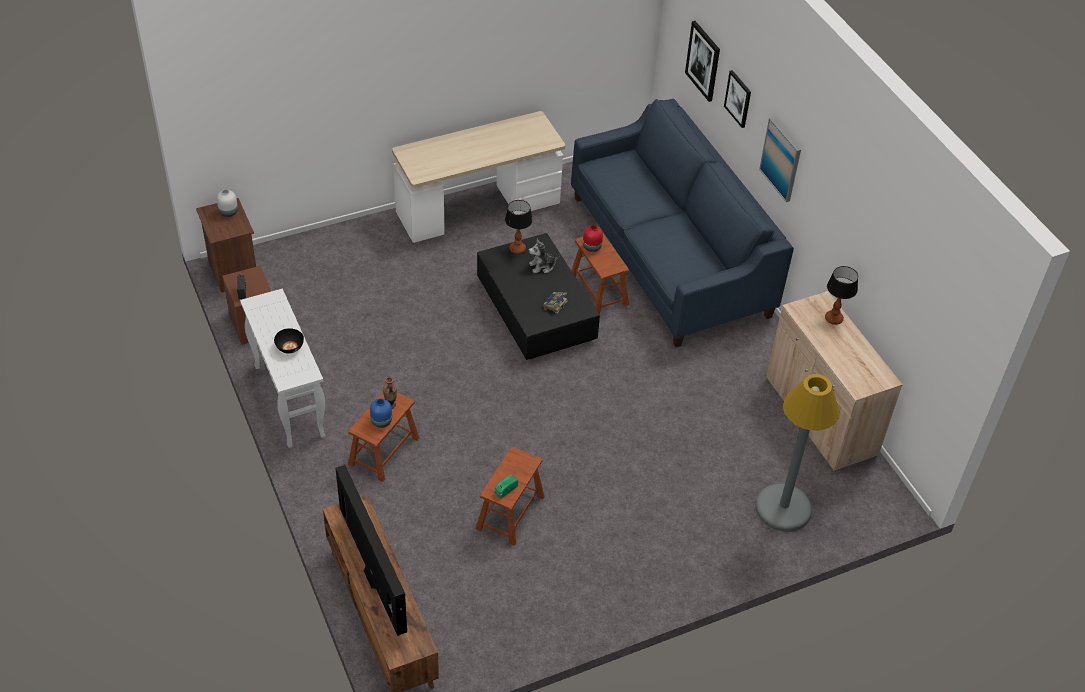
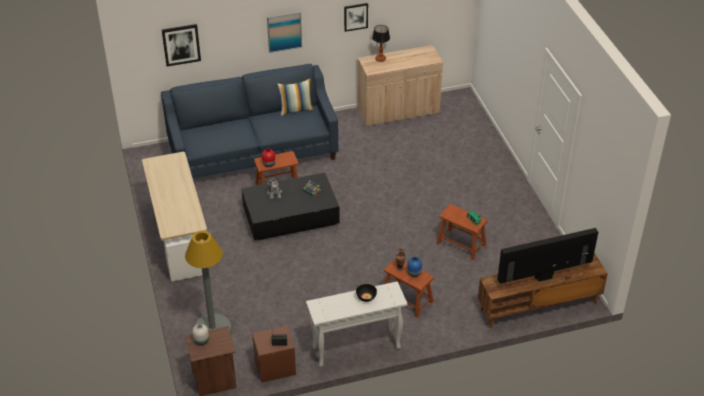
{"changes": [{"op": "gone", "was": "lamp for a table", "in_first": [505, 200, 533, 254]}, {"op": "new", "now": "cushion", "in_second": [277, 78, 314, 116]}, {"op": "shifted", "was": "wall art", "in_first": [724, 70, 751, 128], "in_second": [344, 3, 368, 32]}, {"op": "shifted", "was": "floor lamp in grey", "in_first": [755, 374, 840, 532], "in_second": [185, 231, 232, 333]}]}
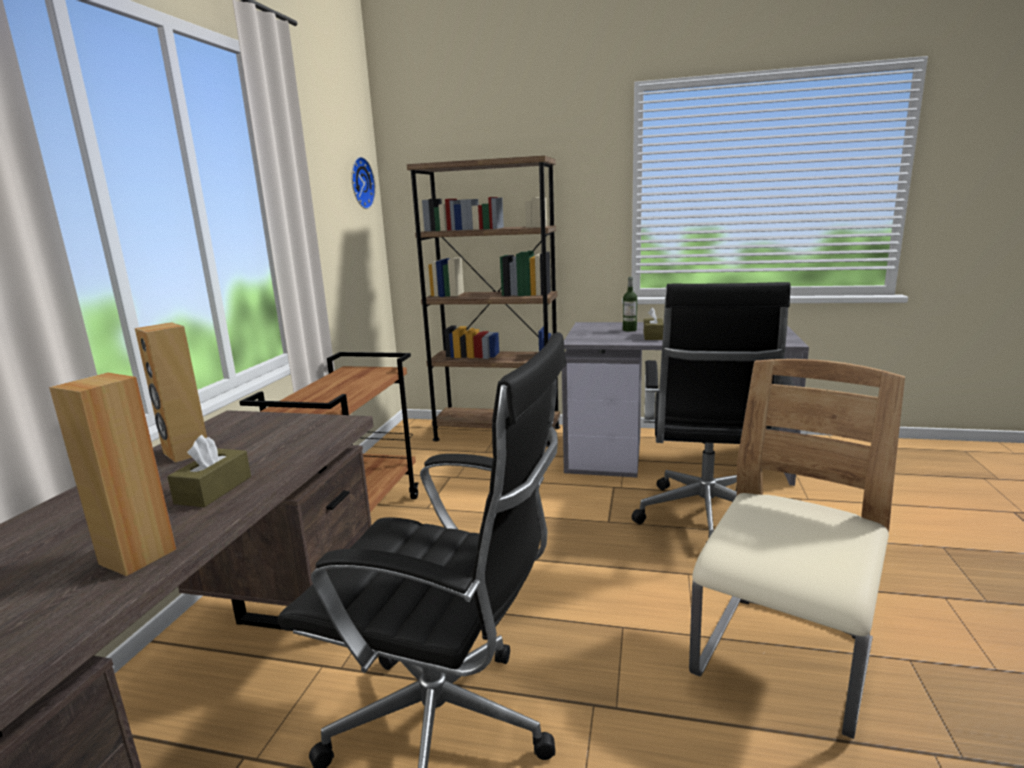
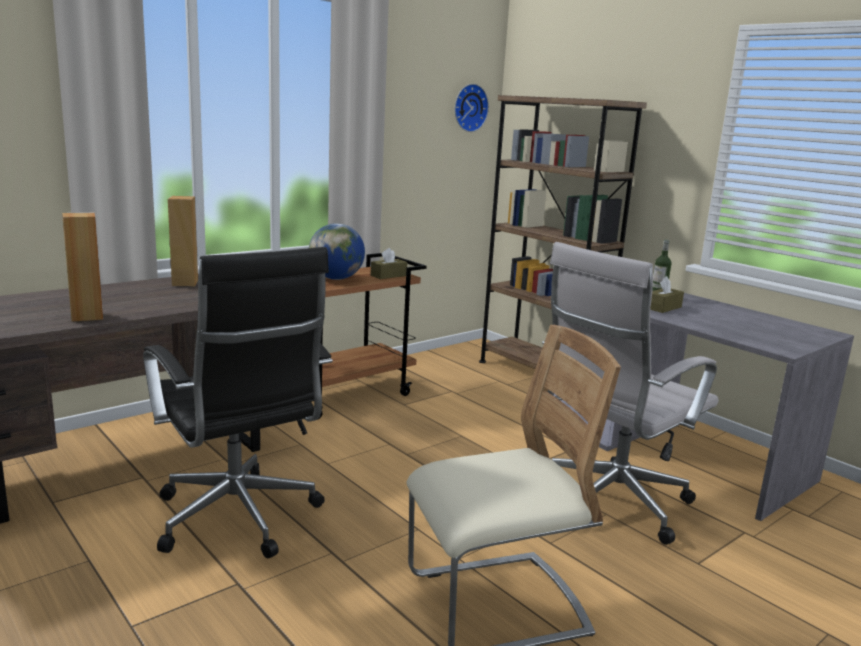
{"changes": [{"op": "new", "now": "desk globe", "in_second": [309, 223, 365, 280]}, {"op": "shifted", "was": "tissue box in brownish", "in_first": [167, 435, 251, 507], "in_second": [371, 248, 407, 279]}, {"op": "repainted", "was": "office chair in black-coloured", "now": "office chair in white-coloured", "in_first": [632, 282, 794, 539], "in_second": [542, 242, 718, 545]}]}
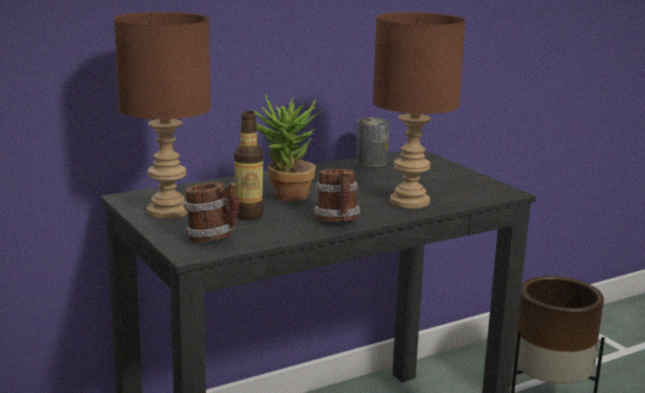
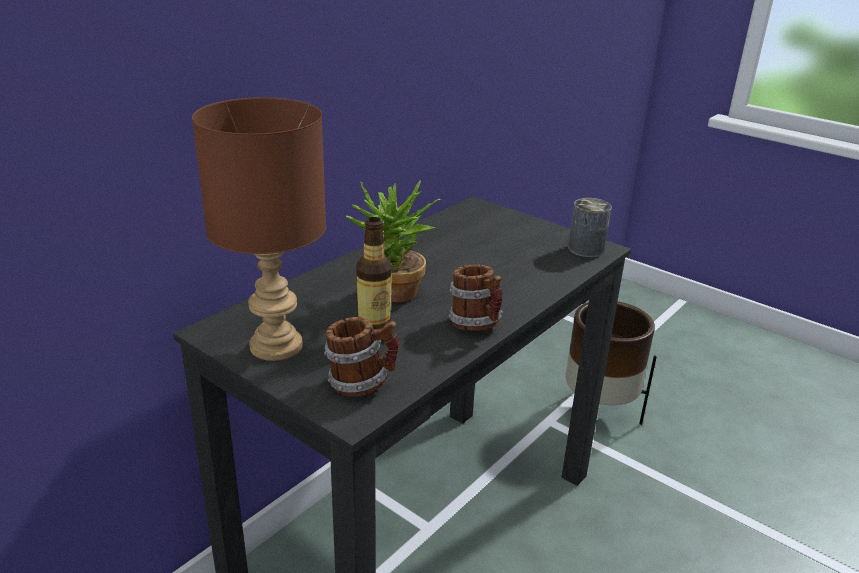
{"changes": [{"op": "gone", "was": "lamp for a table in brownish", "in_first": [372, 12, 466, 209]}, {"op": "shifted", "was": "metal can", "in_first": [356, 118, 389, 167], "in_second": [568, 198, 612, 258]}]}
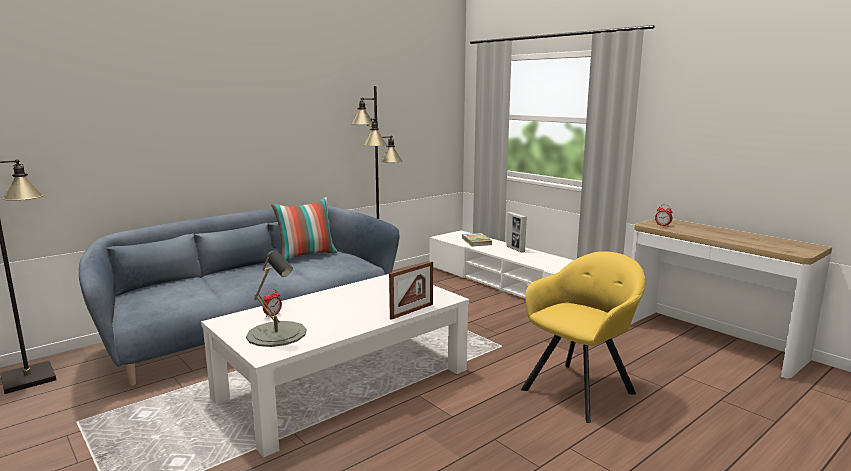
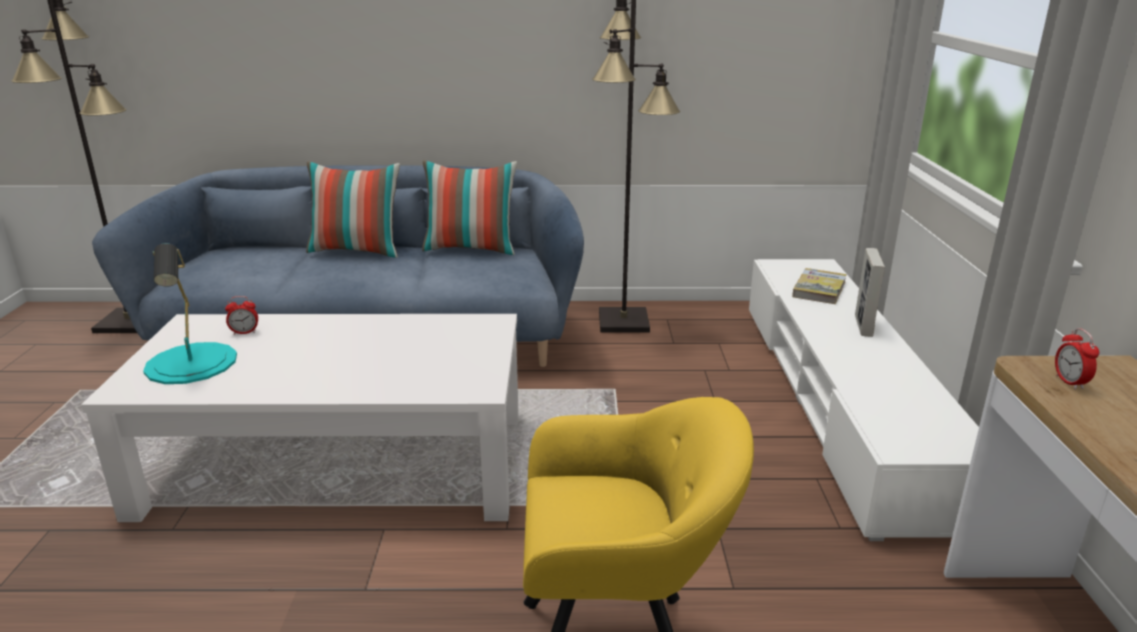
{"changes": [{"op": "gone", "was": "standing frame", "in_first": [389, 261, 433, 320]}, {"op": "new", "now": "cushion", "in_second": [306, 161, 400, 258]}, {"op": "repainted", "was": "lamp for a table in grey", "now": "lamp for a table in turquoise", "in_first": [246, 250, 307, 347], "in_second": [143, 243, 237, 384]}]}
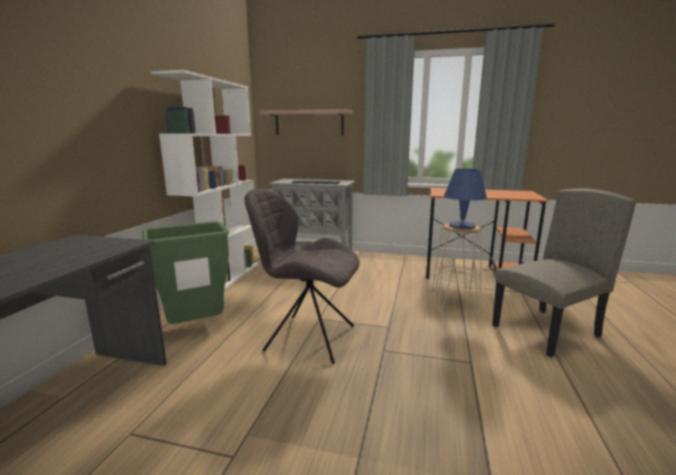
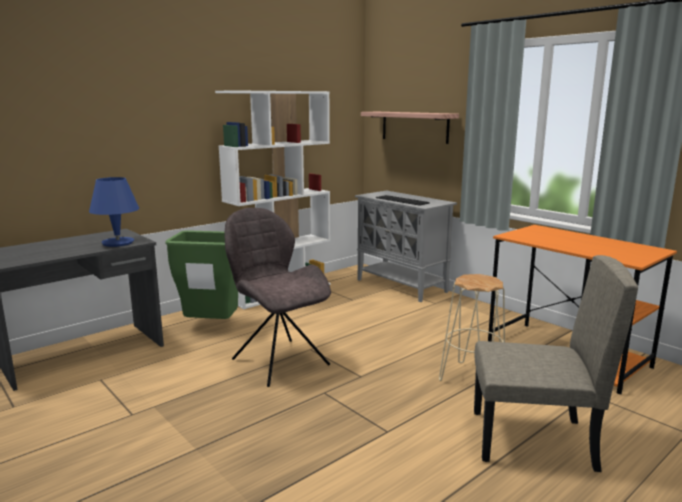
{"changes": [{"op": "shifted", "was": "lamp for a table in blue-coloured", "in_first": [444, 169, 487, 229], "in_second": [89, 177, 139, 247]}]}
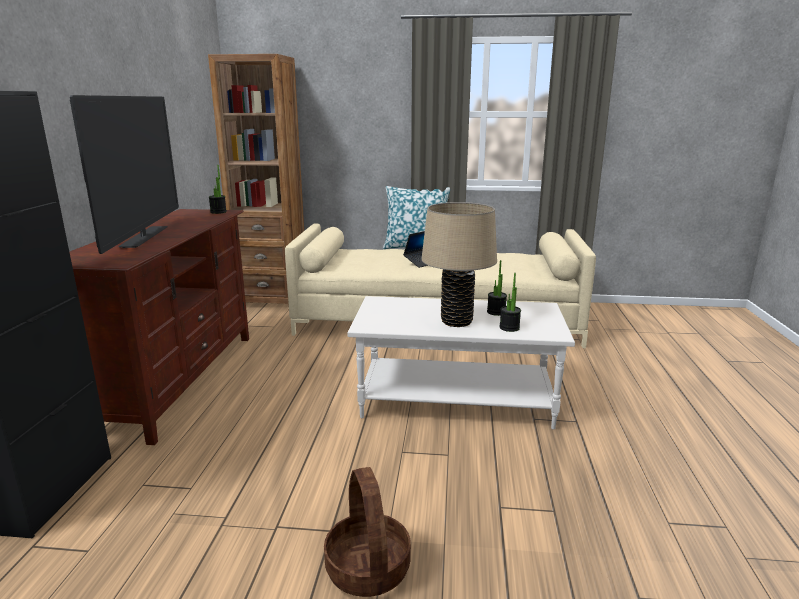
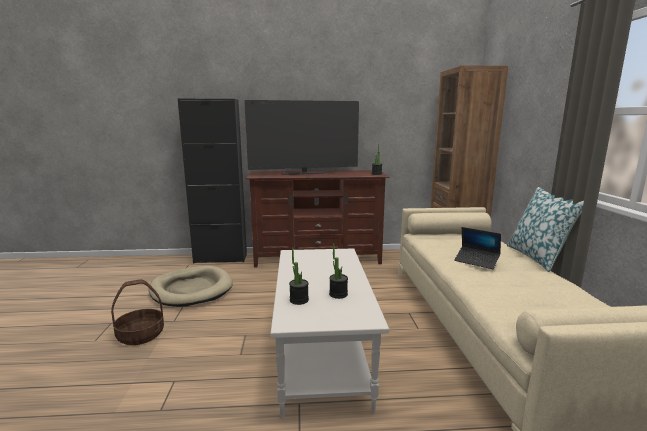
{"changes": [{"op": "gone", "was": "lamp for a table in beige-coloured", "in_first": [421, 202, 497, 327]}, {"op": "new", "now": "dog bed in beige-coloured", "in_second": [149, 266, 233, 307]}]}
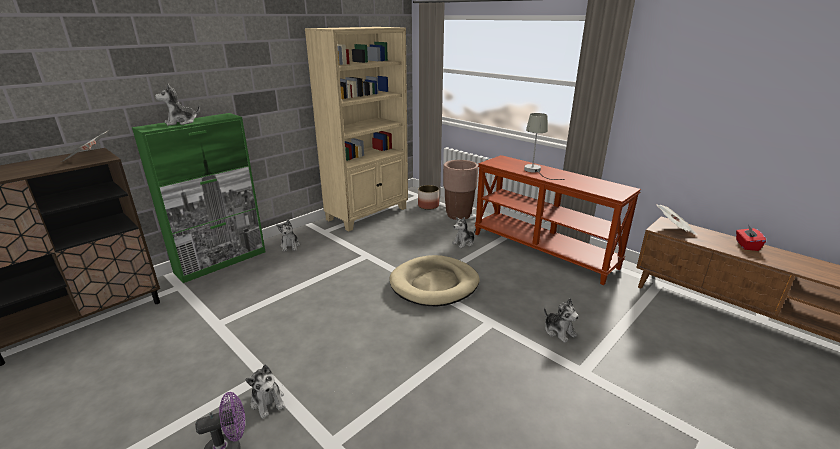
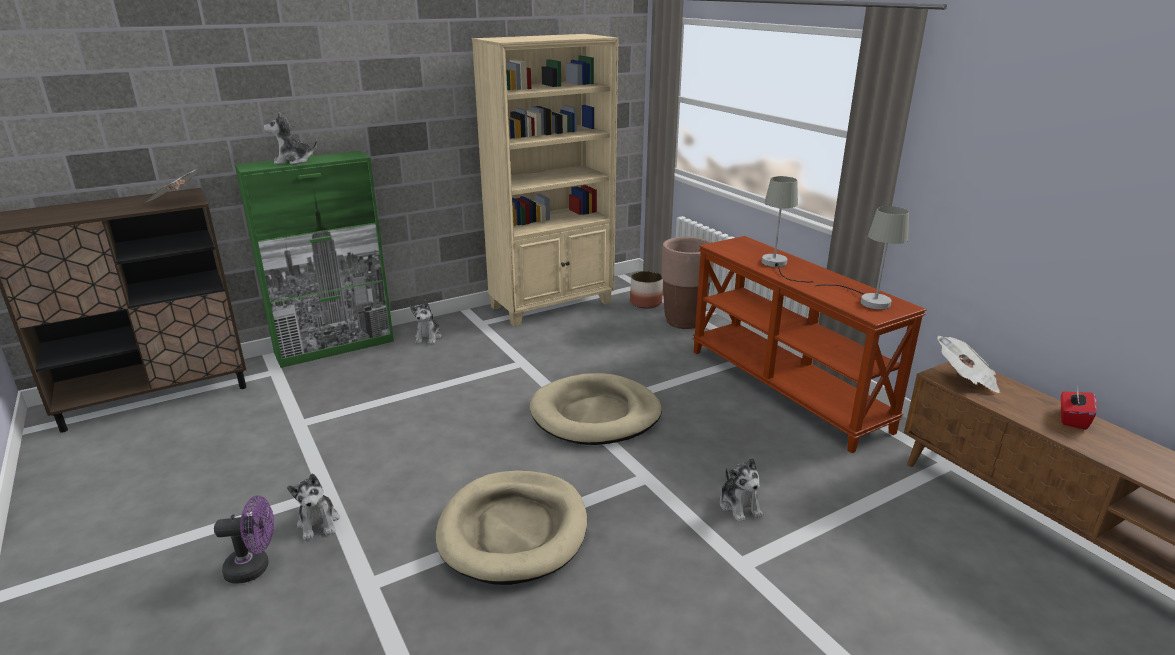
{"changes": [{"op": "gone", "was": "soft toy", "in_first": [452, 217, 476, 248]}, {"op": "new", "now": "dog bed in beige-coloured", "in_second": [436, 471, 587, 585]}, {"op": "new", "now": "lamp for a table in grey", "in_second": [814, 206, 909, 310]}]}
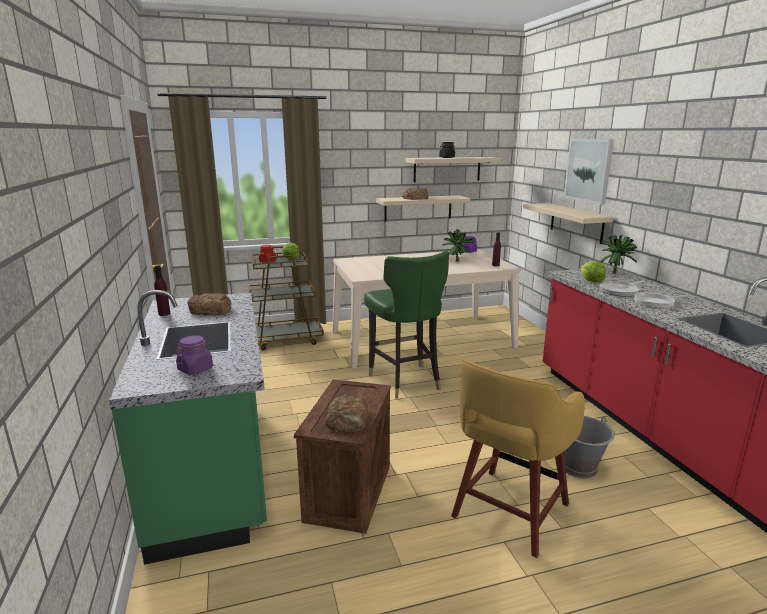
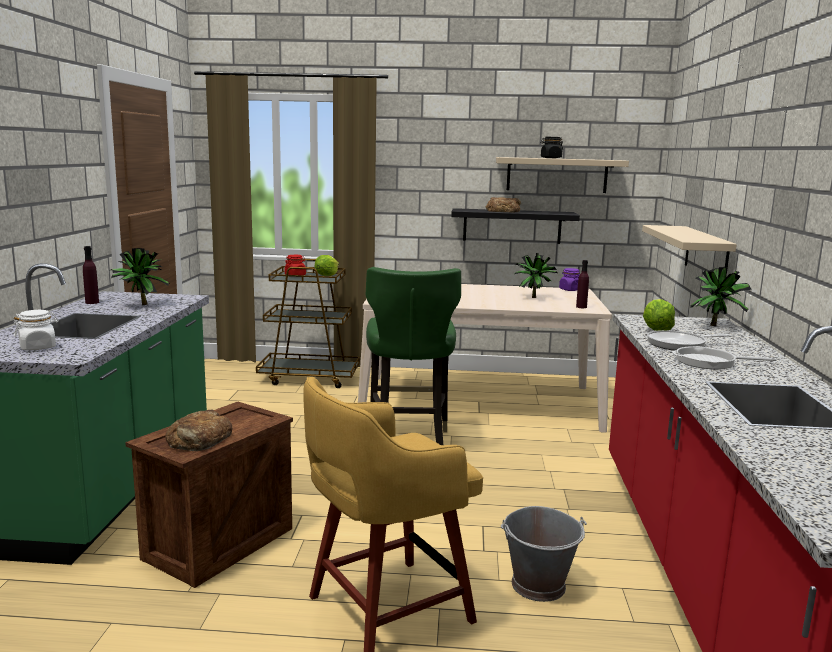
{"changes": [{"op": "gone", "was": "wall art", "in_first": [564, 139, 614, 205]}, {"op": "swapped", "was": "bread", "now": "houseplant", "in_first": [187, 293, 232, 315], "in_second": [111, 248, 169, 305]}, {"op": "repainted", "was": "storage jar in purple-coloured", "now": "storage jar in white-coloured", "in_first": [176, 335, 213, 375], "in_second": [14, 310, 59, 350]}, {"op": "repainted", "was": "wall shelf in beige-coloured", "now": "wall shelf in black-coloured", "in_first": [376, 195, 470, 222], "in_second": [451, 208, 580, 244]}]}
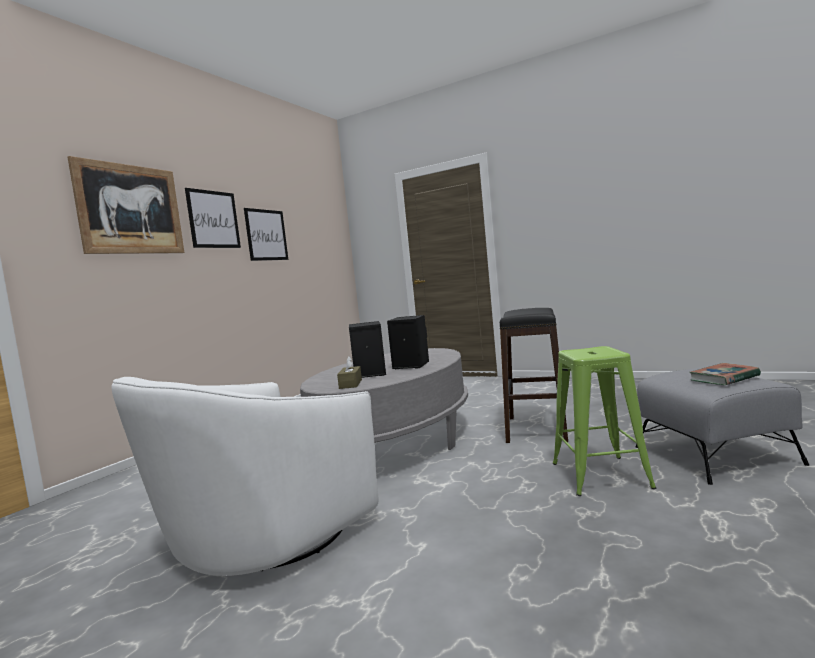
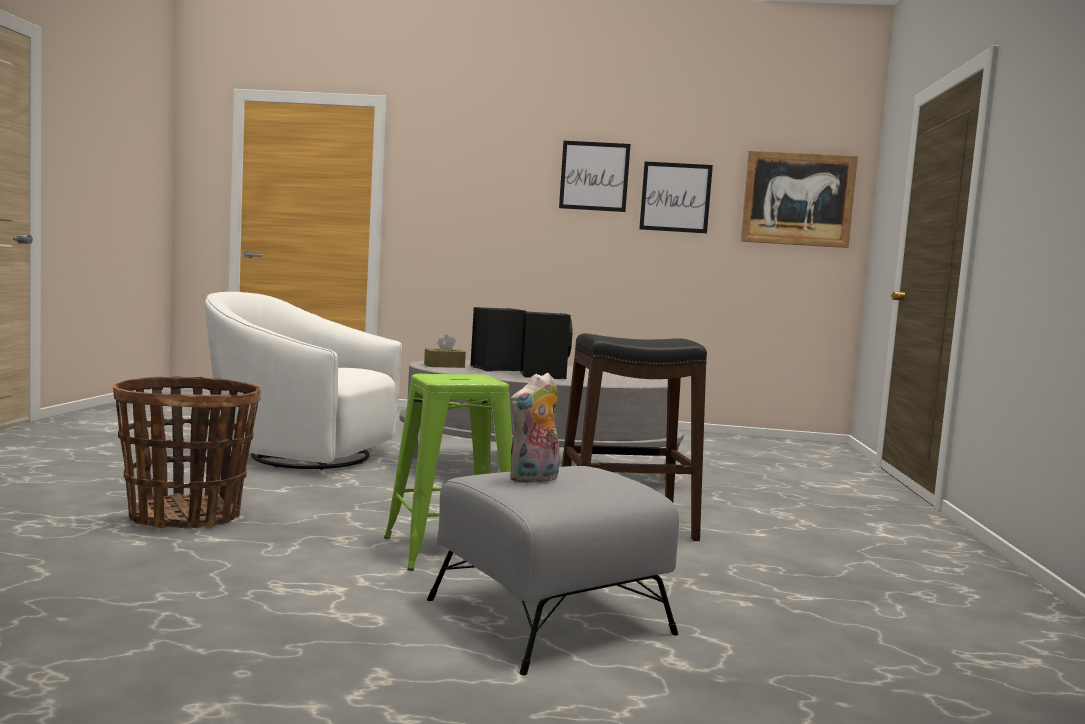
{"changes": [{"op": "new", "now": "basket", "in_second": [113, 376, 260, 529]}, {"op": "shifted", "was": "wall art", "in_first": [68, 156, 185, 254], "in_second": [741, 150, 858, 248]}, {"op": "swapped", "was": "bound book", "now": "soft toy", "in_first": [689, 363, 761, 385], "in_second": [510, 372, 560, 483]}]}
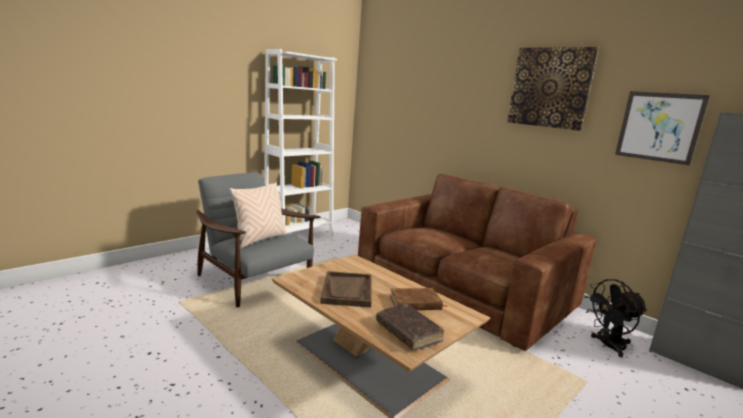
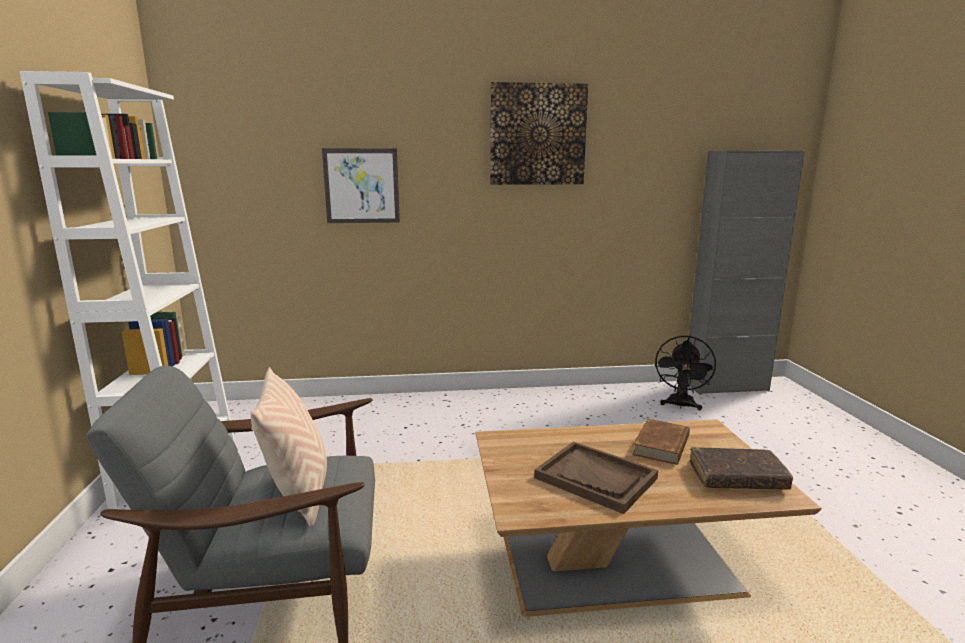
{"changes": [{"op": "gone", "was": "sofa in brownish", "in_first": [358, 174, 596, 351]}, {"op": "shifted", "was": "wall art", "in_first": [615, 91, 710, 165], "in_second": [322, 148, 400, 223]}]}
